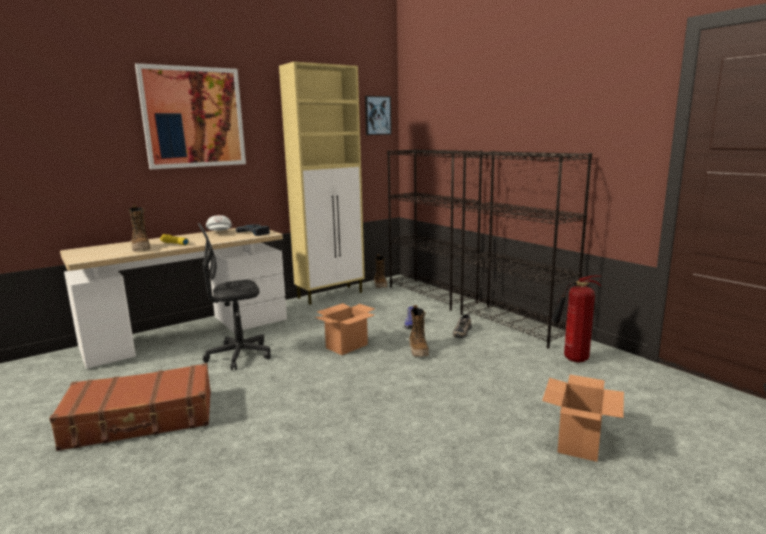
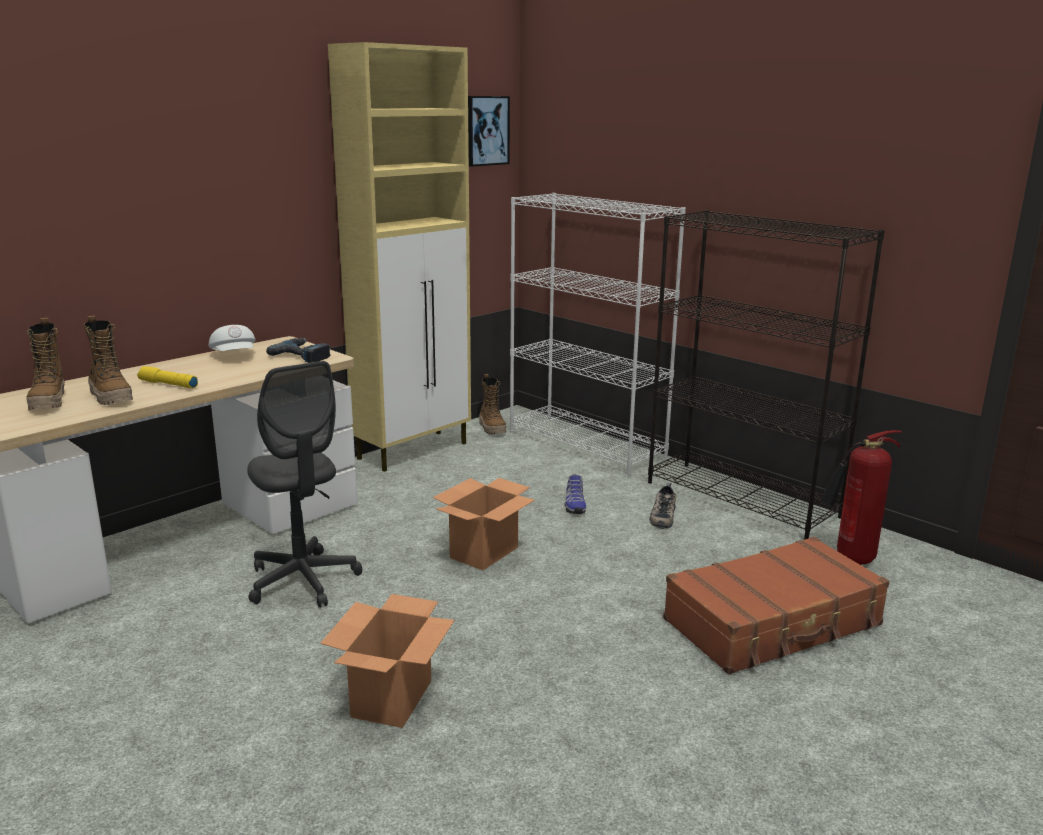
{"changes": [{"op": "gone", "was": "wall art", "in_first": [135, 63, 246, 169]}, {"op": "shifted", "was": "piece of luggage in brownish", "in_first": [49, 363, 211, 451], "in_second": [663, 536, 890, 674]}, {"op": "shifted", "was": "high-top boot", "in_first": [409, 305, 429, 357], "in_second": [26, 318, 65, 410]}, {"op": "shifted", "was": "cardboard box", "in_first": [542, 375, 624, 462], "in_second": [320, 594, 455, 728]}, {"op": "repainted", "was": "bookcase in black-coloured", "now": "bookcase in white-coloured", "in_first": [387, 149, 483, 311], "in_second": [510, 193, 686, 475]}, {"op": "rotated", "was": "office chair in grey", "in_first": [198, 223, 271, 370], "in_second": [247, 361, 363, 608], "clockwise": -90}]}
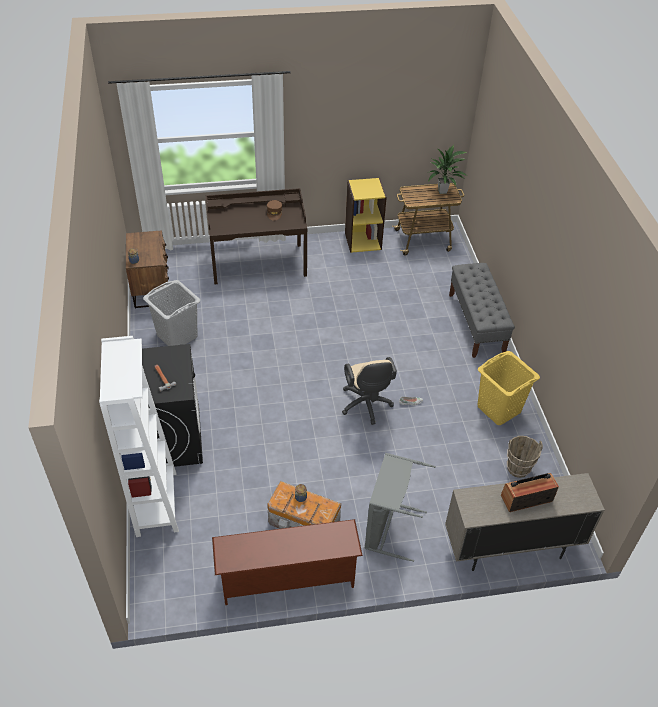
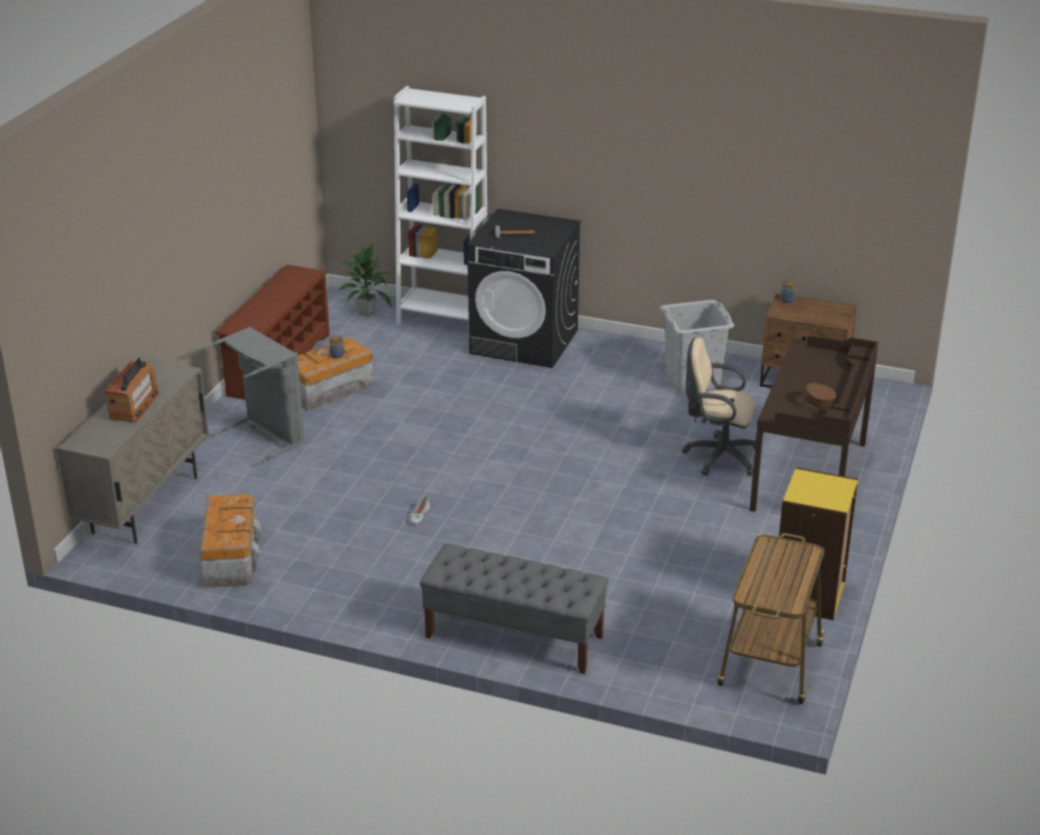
{"changes": [{"op": "gone", "was": "hamper in yellow-coloured", "in_first": [477, 351, 540, 425]}, {"op": "shifted", "was": "office chair in beige-coloured", "in_first": [342, 357, 397, 425], "in_second": [682, 337, 756, 476]}, {"op": "shifted", "was": "houseplant", "in_first": [428, 145, 467, 194], "in_second": [338, 242, 392, 317]}, {"op": "swapped", "was": "pail in brownish", "now": "storage box", "in_first": [507, 436, 543, 478], "in_second": [200, 494, 261, 588]}]}
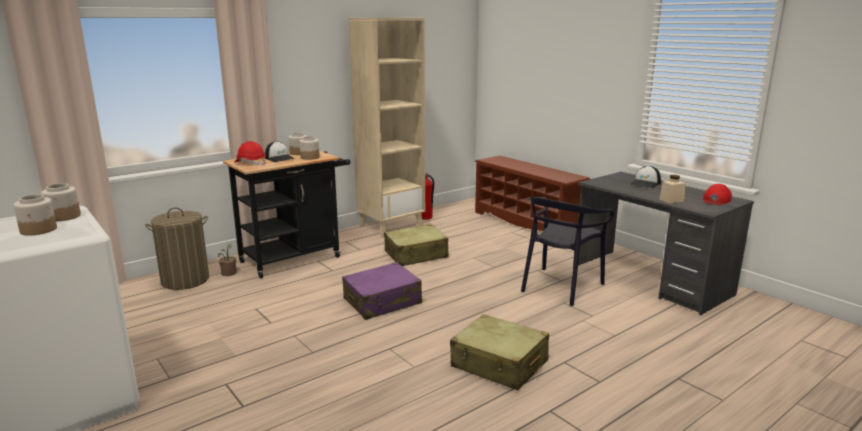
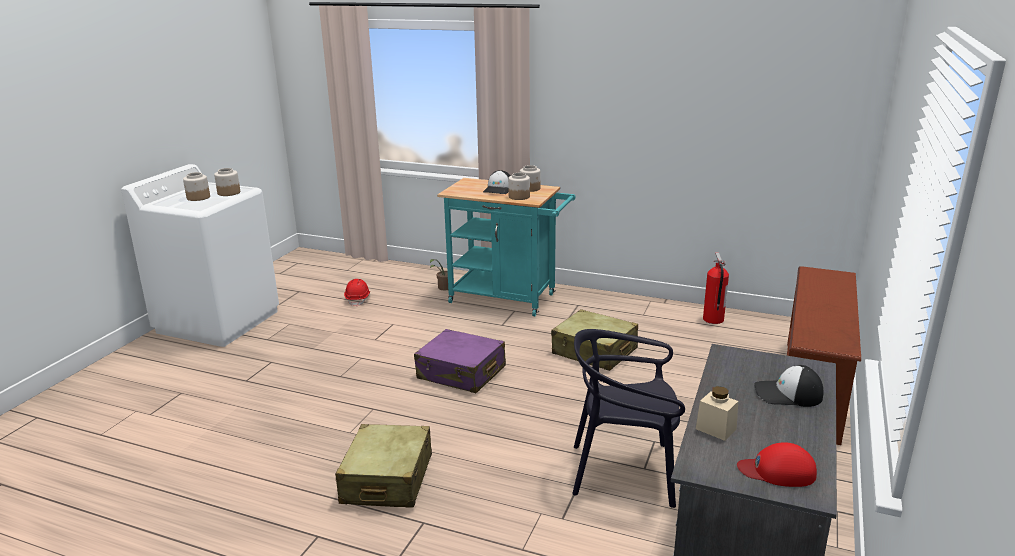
{"changes": [{"op": "gone", "was": "hamper", "in_first": [145, 208, 209, 290]}, {"op": "gone", "was": "bookcase in beige-coloured", "in_first": [349, 18, 425, 237]}, {"op": "shifted", "was": "hard hat in reddish", "in_first": [234, 141, 266, 165], "in_second": [344, 279, 370, 307]}, {"op": "repainted", "was": "trolley in black-coloured", "now": "trolley in turquoise", "in_first": [223, 151, 350, 278], "in_second": [437, 178, 575, 316]}]}
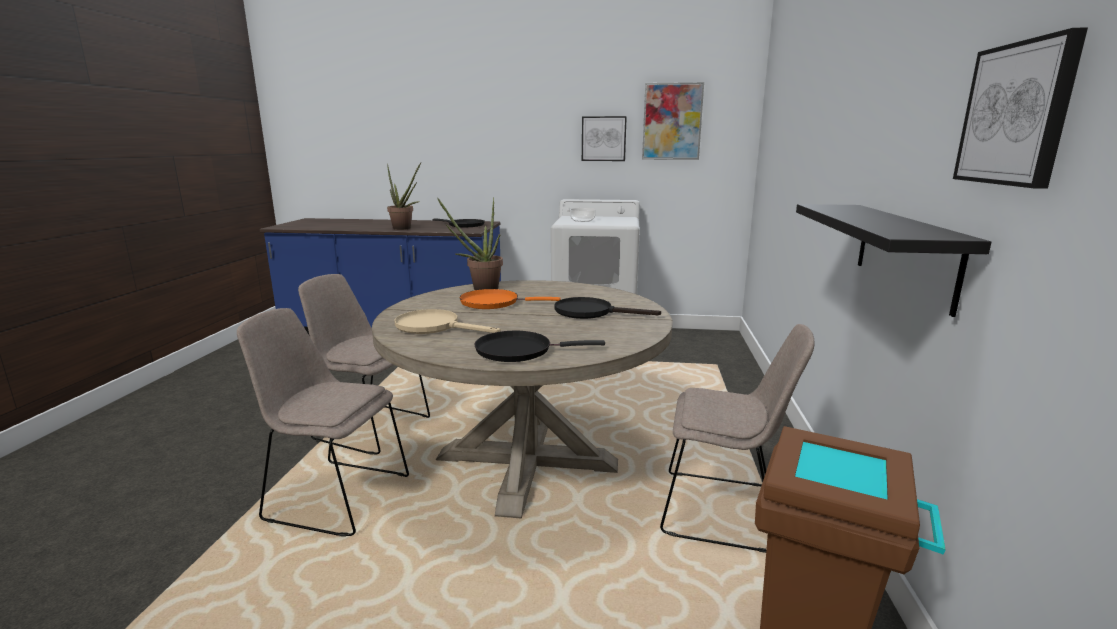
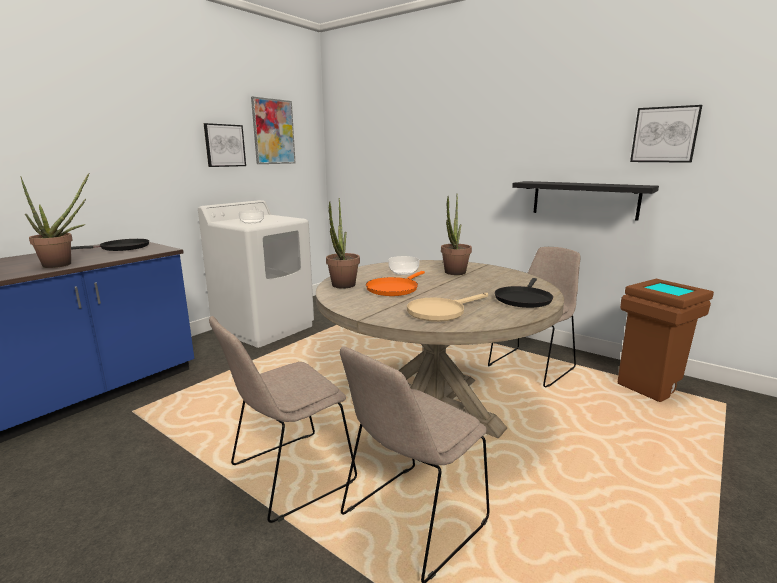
{"changes": [{"op": "new", "now": "deep dish", "in_second": [388, 256, 419, 275]}, {"op": "swapped", "was": "pan in black-coloured", "now": "houseplant", "in_first": [554, 297, 661, 319], "in_second": [441, 196, 472, 275]}]}
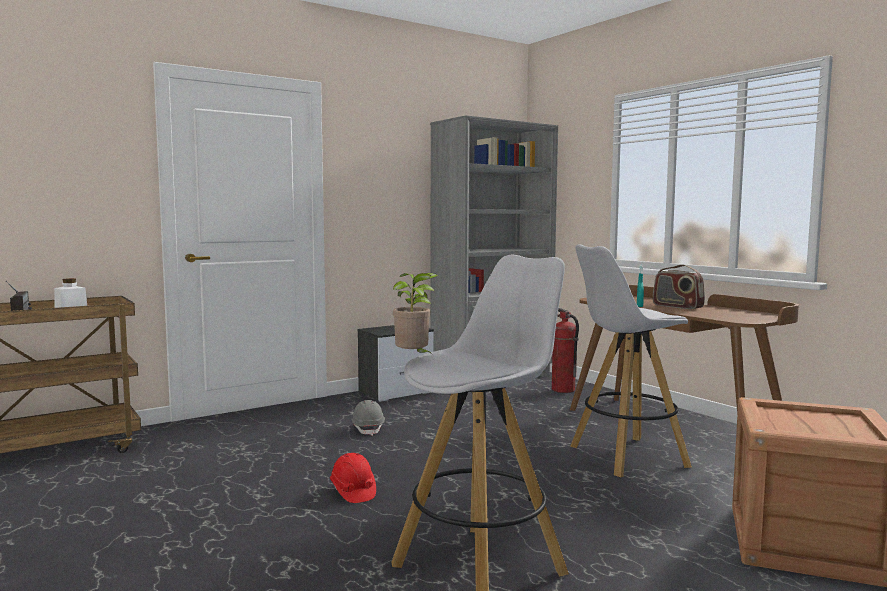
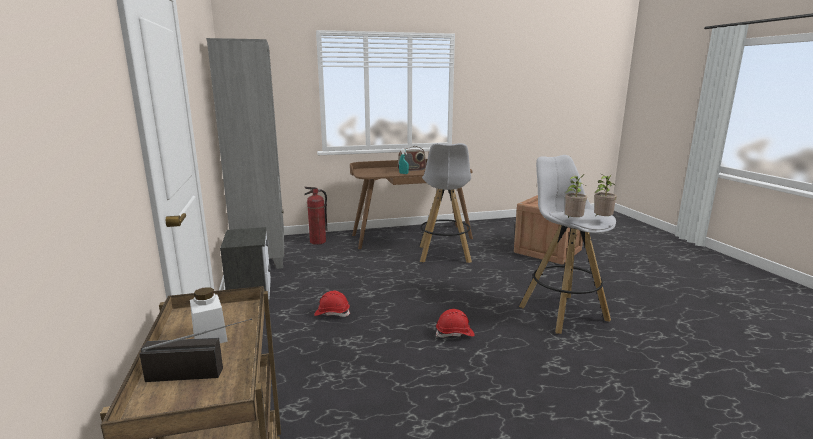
{"changes": [{"op": "new", "now": "houseplant", "in_second": [594, 173, 617, 217]}, {"op": "repainted", "was": "hard hat in grey", "now": "hard hat in reddish", "in_first": [351, 400, 385, 436], "in_second": [314, 291, 350, 317]}]}
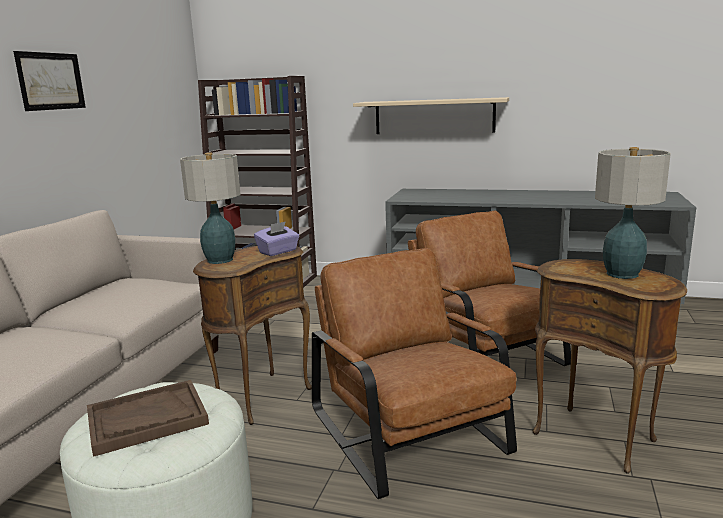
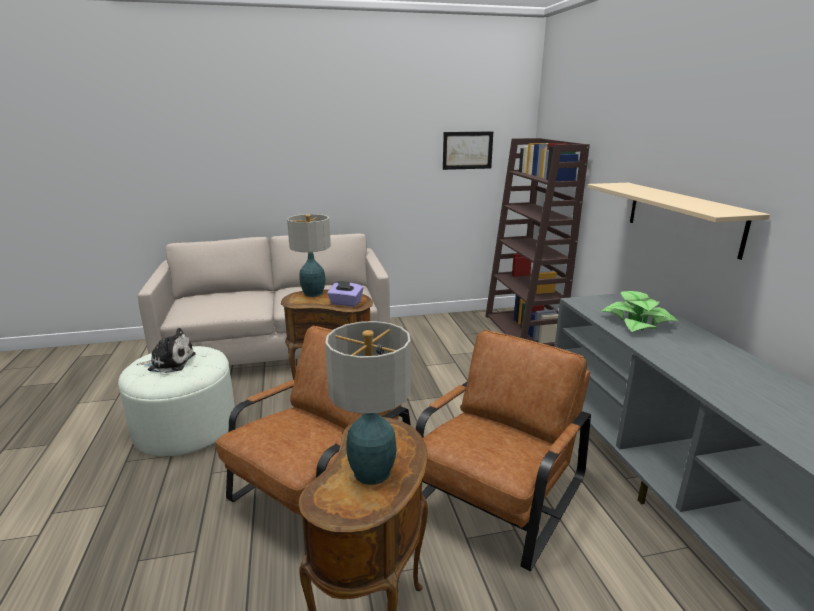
{"changes": [{"op": "new", "now": "houseplant", "in_second": [601, 291, 679, 332]}, {"op": "shifted", "was": "wall art", "in_first": [13, 51, 86, 111], "in_second": [443, 131, 493, 170]}, {"op": "swapped", "was": "tray in brownish", "now": "soft toy", "in_first": [87, 380, 209, 457], "in_second": [136, 328, 196, 373]}]}
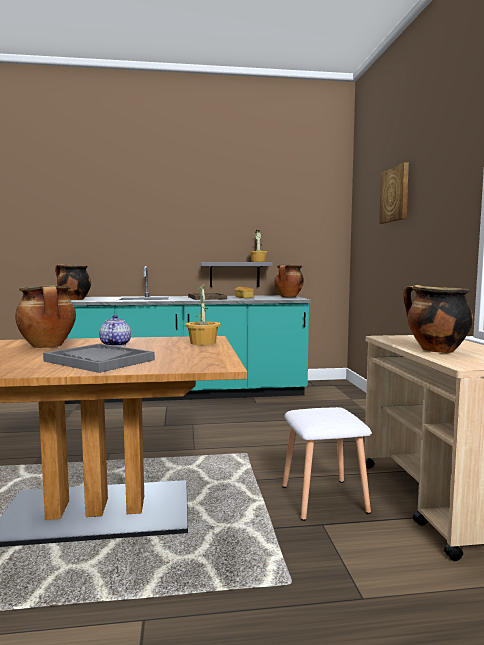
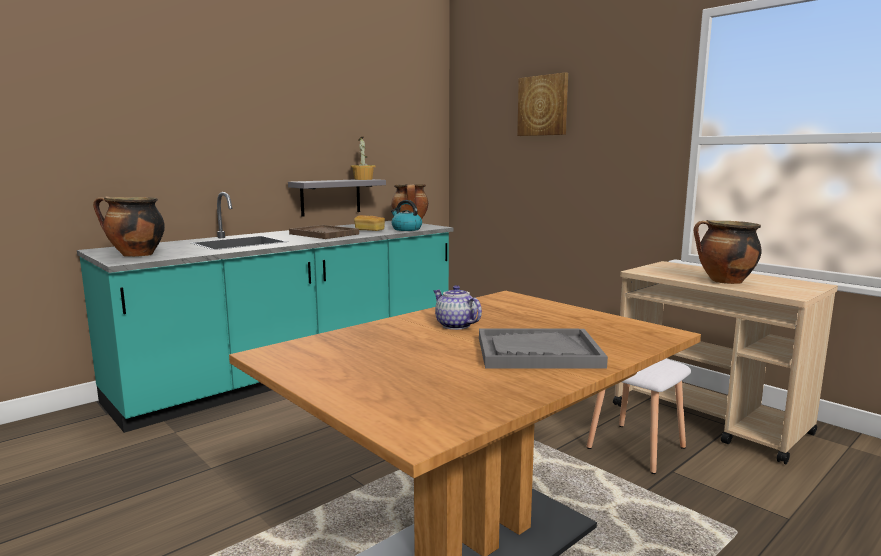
{"changes": [{"op": "gone", "was": "cooking pot", "in_first": [15, 285, 76, 348]}, {"op": "gone", "was": "houseplant", "in_first": [185, 284, 221, 345]}, {"op": "new", "now": "water kettle", "in_second": [391, 200, 422, 231]}]}
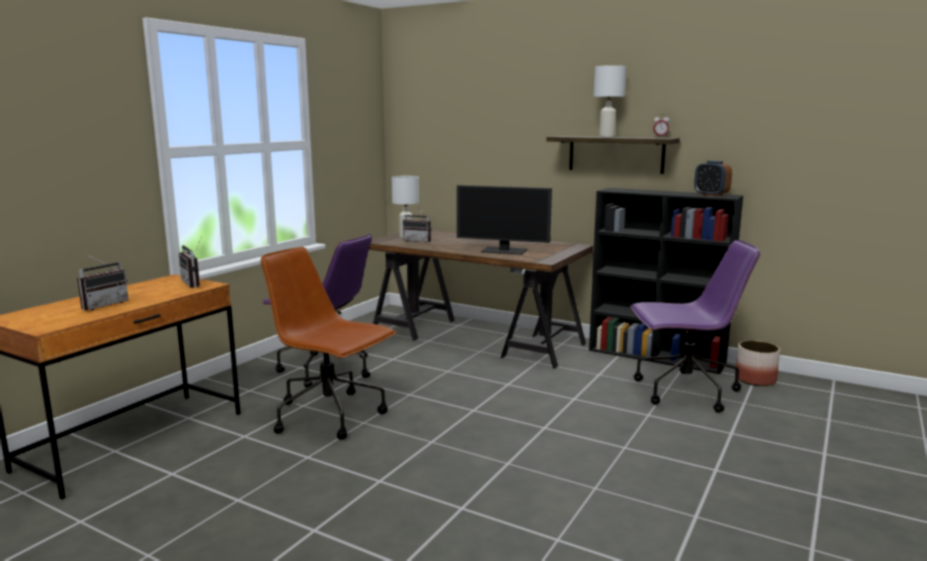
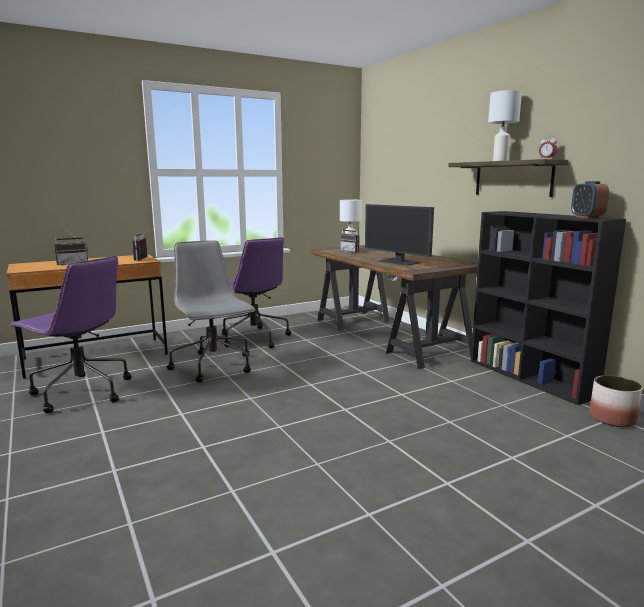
{"changes": [{"op": "shifted", "was": "office chair in purple-coloured", "in_first": [630, 240, 760, 413], "in_second": [9, 256, 132, 413]}, {"op": "repainted", "was": "office chair in brownish", "now": "office chair in grey", "in_first": [261, 247, 396, 440], "in_second": [167, 240, 256, 383]}]}
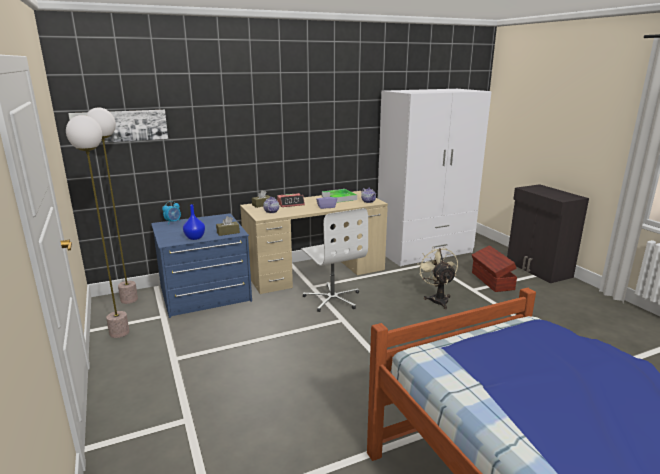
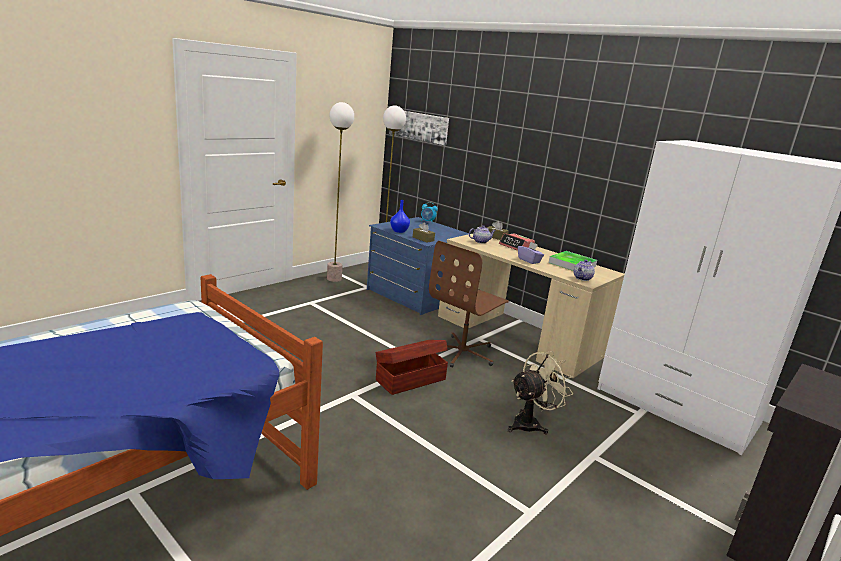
{"changes": [{"op": "shifted", "was": "storage box in brownish", "in_first": [472, 245, 517, 292], "in_second": [376, 340, 448, 395]}, {"op": "repainted", "was": "office chair in white-coloured", "now": "office chair in brownish", "in_first": [301, 208, 368, 312], "in_second": [429, 241, 509, 368]}]}
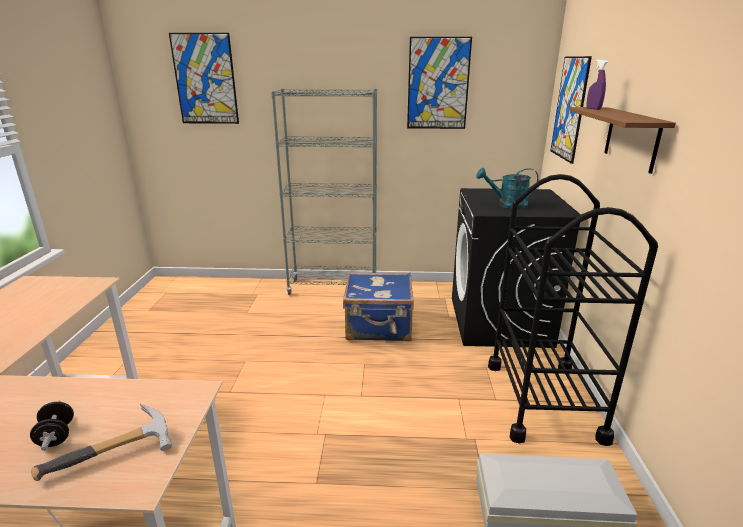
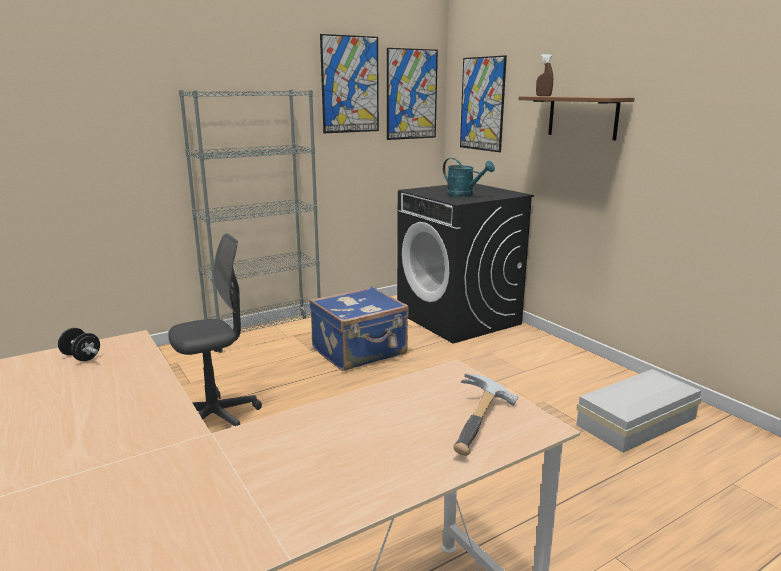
{"changes": [{"op": "gone", "was": "trolley in black-coloured", "in_first": [488, 174, 658, 446]}, {"op": "new", "now": "office chair in grey", "in_second": [168, 233, 262, 426]}, {"op": "shifted", "was": "free weight in black-coloured", "in_first": [30, 401, 74, 451], "in_second": [58, 328, 100, 361]}, {"op": "shifted", "was": "wall art", "in_first": [169, 33, 239, 124], "in_second": [387, 48, 438, 140]}, {"op": "repainted", "was": "spray bottle in purple-coloured", "now": "spray bottle in brownish", "in_first": [586, 59, 608, 110], "in_second": [536, 54, 553, 96]}, {"op": "rotated", "was": "watering pot in turquoise", "in_first": [476, 168, 539, 209], "in_second": [443, 158, 495, 197], "clockwise": -105}]}
